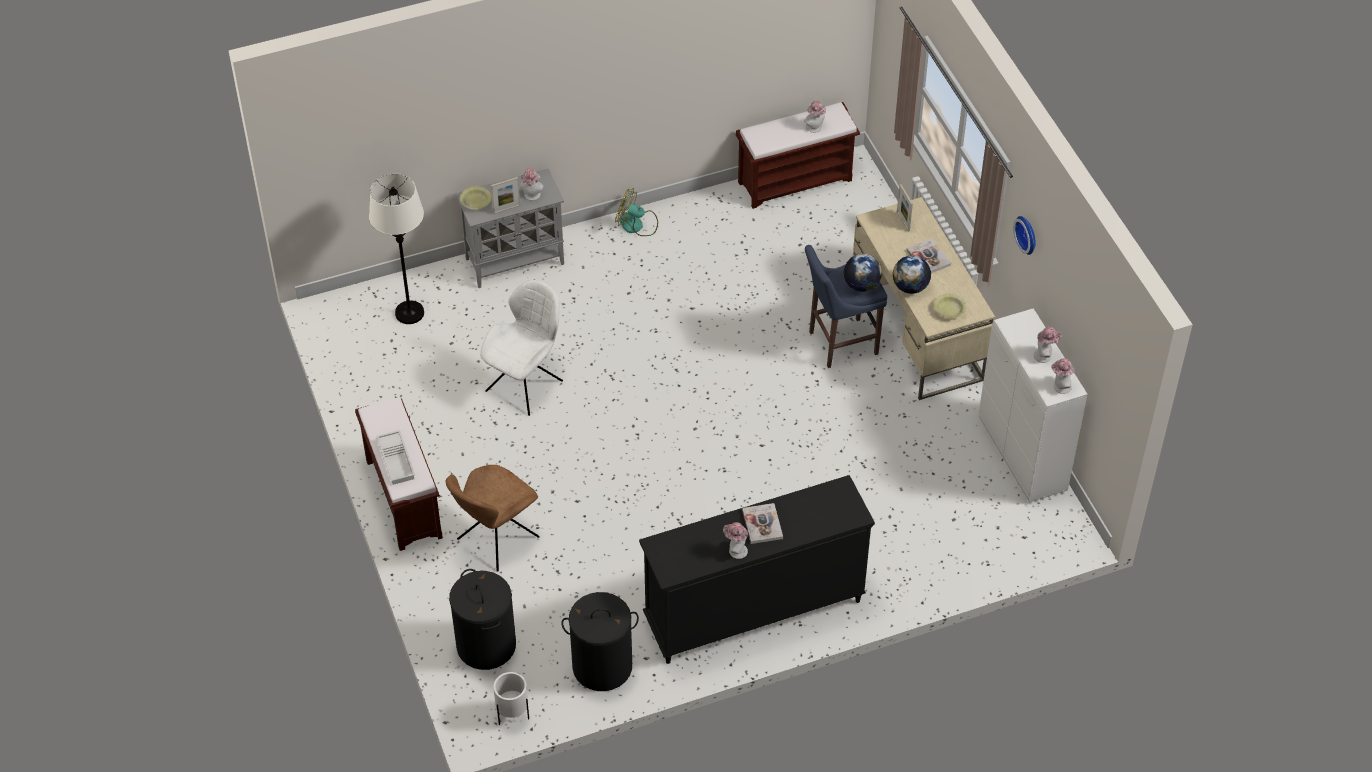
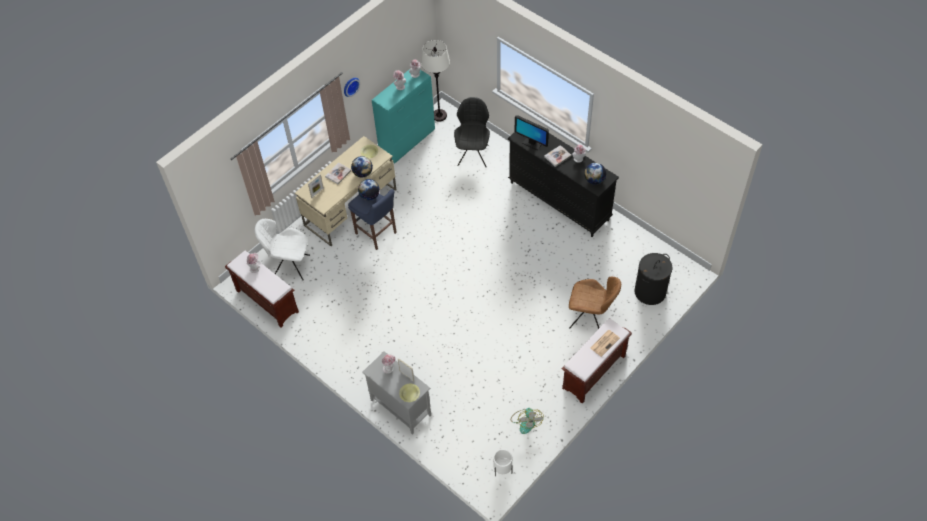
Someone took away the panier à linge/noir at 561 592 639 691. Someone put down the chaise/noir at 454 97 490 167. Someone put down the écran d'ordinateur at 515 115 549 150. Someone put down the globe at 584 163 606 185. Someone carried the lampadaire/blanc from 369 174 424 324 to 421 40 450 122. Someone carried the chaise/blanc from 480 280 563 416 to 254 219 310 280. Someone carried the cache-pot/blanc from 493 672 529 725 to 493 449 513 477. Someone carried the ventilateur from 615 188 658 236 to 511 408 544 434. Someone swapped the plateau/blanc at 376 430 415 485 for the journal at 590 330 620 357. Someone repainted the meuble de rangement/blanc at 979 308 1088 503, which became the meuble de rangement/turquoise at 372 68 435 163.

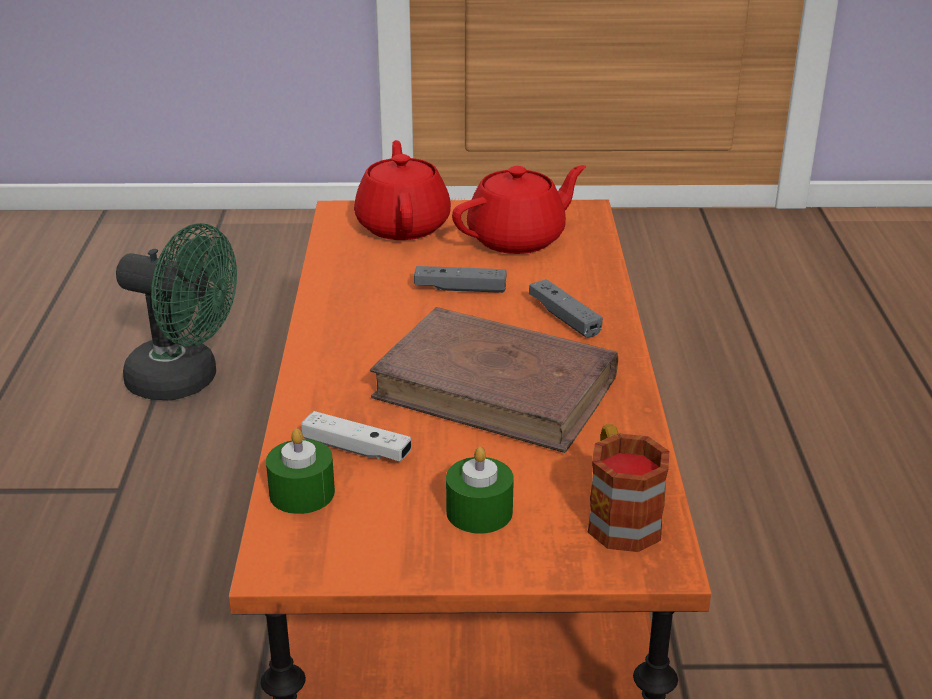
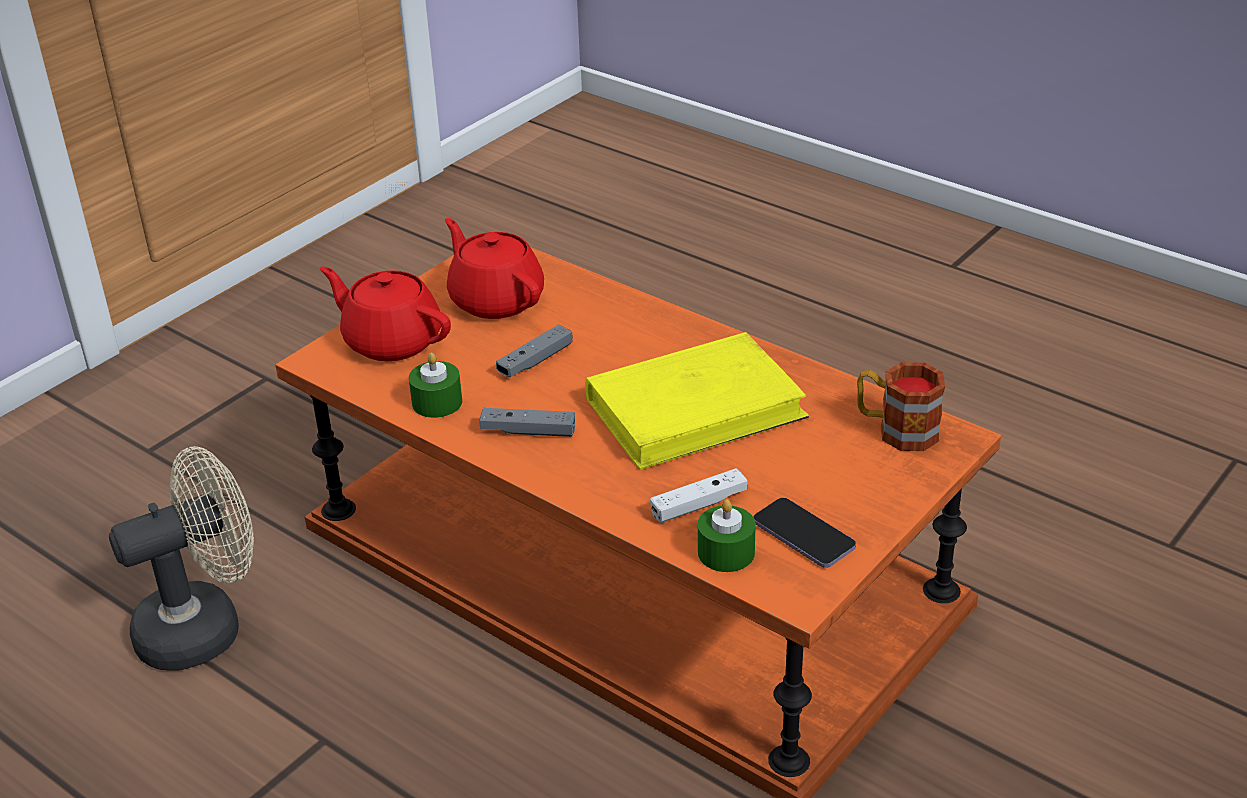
Someone put down the téléphone at 753 498 856 568. Someone carried the bougie/vert from 446 446 514 534 to 409 353 462 418. Someone carried the manette/gris from 529 279 603 338 to 479 408 575 437. Someone repainted the ventilateur/vert at 116 223 237 401, which became the ventilateur/beige at 109 446 254 670. Someone repainted the livre/marron at 370 307 618 453, which became the livre/jaune at 585 332 809 470. Someone rotated the théière/rouge at 452 165 586 254 by 45 degrees counterclockwise.

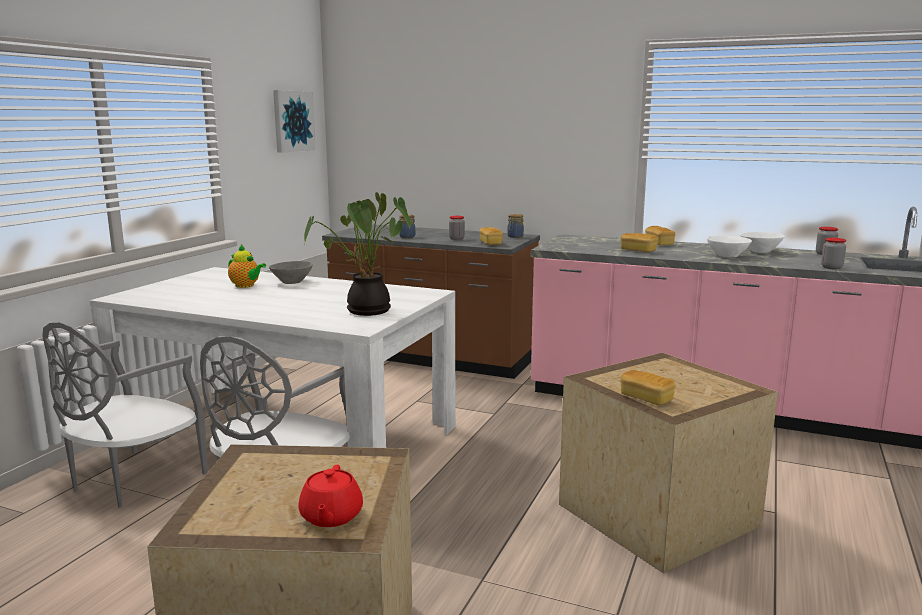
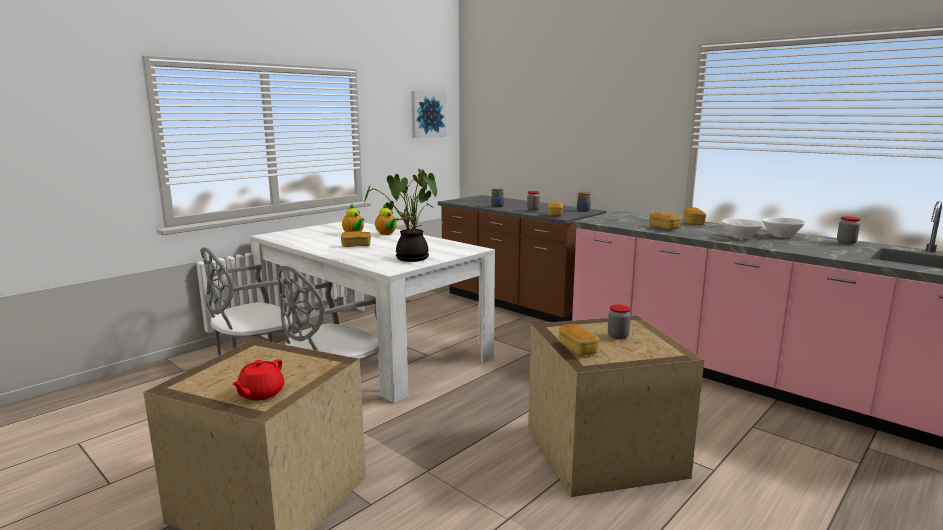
Someone put down the pain at 341 231 371 247. Someone carried the bocal from 821 238 846 269 to 608 305 631 339. Someone swapped the bol/gris at 269 261 313 284 for the théière at 375 204 397 235.

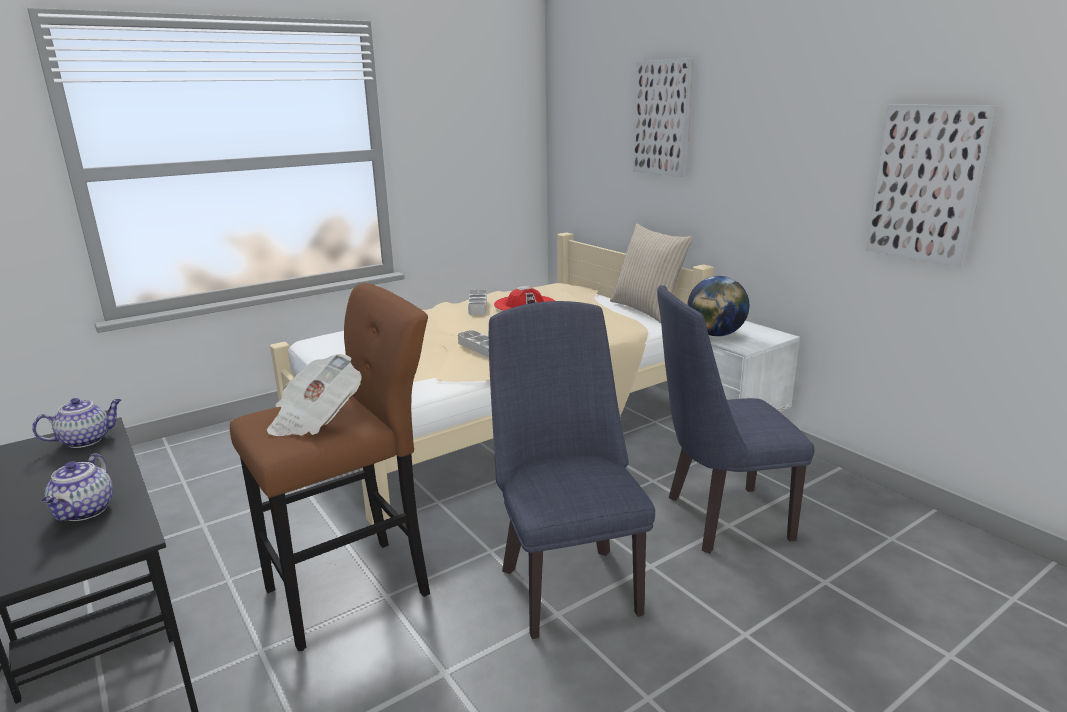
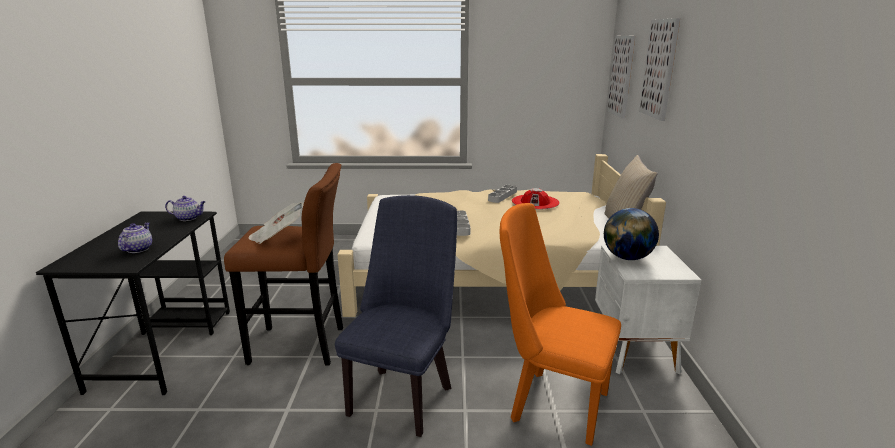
Someone carried the tableau from 866 105 997 267 to 607 36 635 119. Someone repainted the chaise/bleu at 657 285 815 554, which became the chaise/orange at 500 203 621 446. Someone rotated the théière at 42 454 113 521 by 150 degrees clockwise.

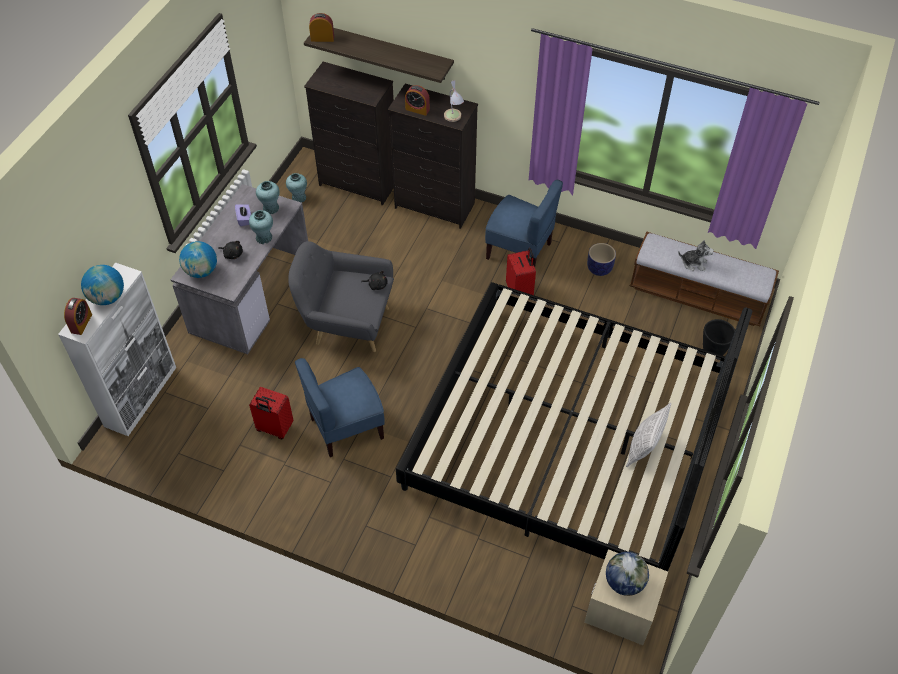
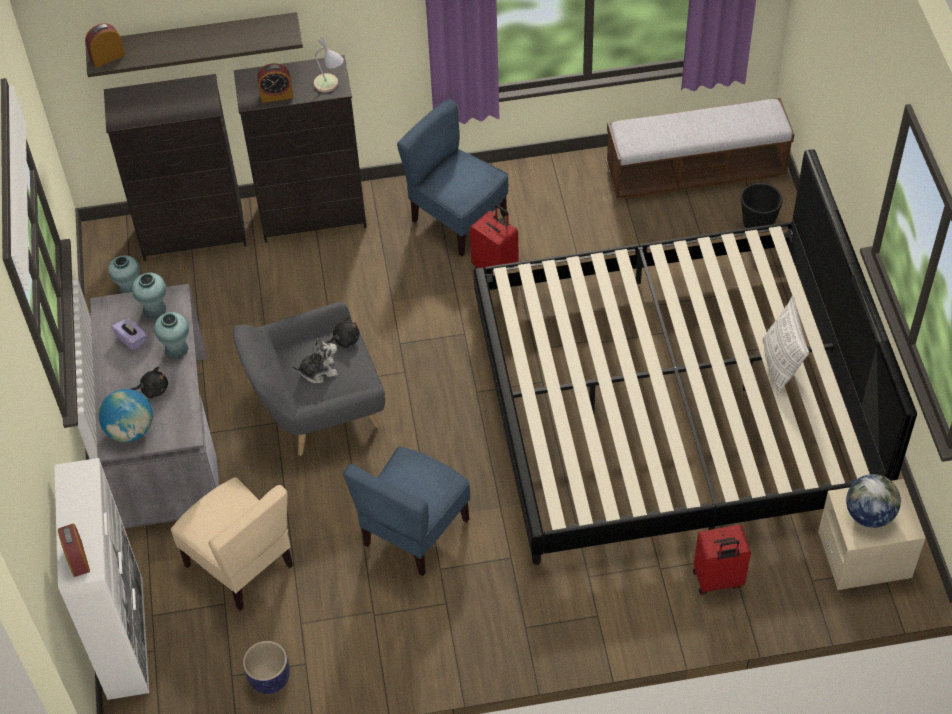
Someone took away the globe at 81 265 124 305. Someone put down the chaise/beige at 171 477 293 611. Someone carried the valise/rouge from 249 387 294 439 to 693 525 751 595. Someone carried the cache-pot from 587 243 616 276 to 243 641 290 694. Someone carried the peluche from 678 240 714 271 to 291 338 338 383. Someone rotated the chaise/bleu at 485 180 563 267 by 135 degrees counterclockwise.

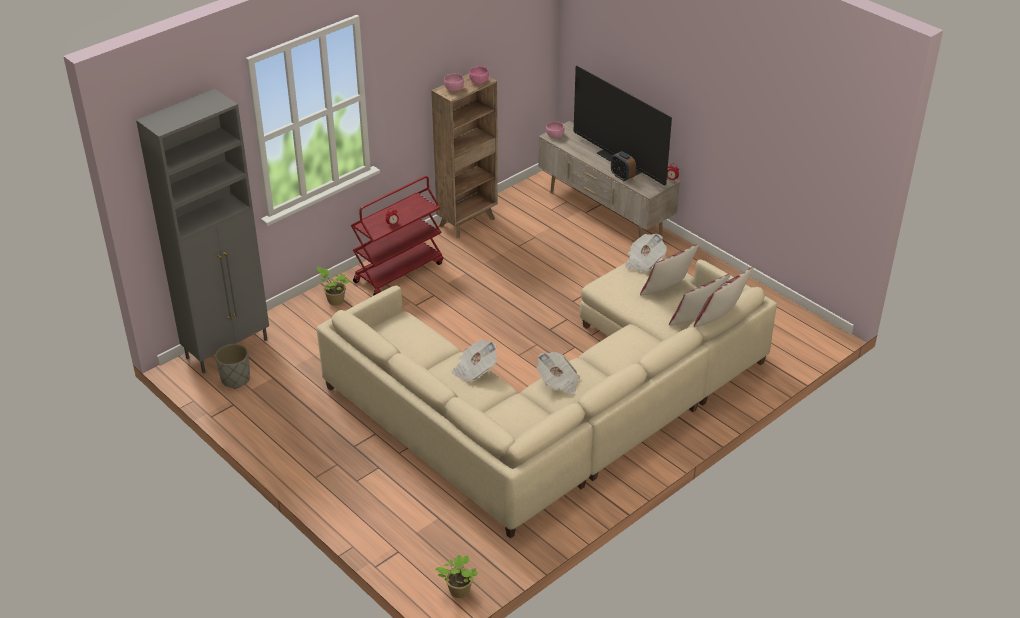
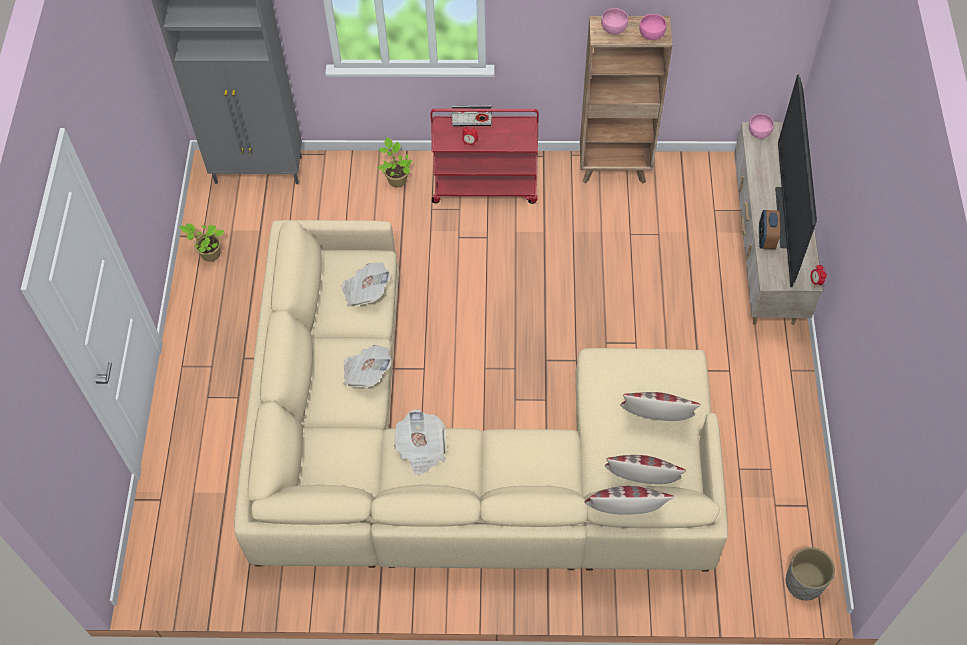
Someone put down the radio at 451 106 492 127. Someone carried the cache-pot/gris from 215 344 250 389 to 786 547 835 600. Someone carried the plante en pot from 435 555 478 598 to 179 223 224 262. Someone carried the journal from 625 234 667 272 to 341 262 391 307.

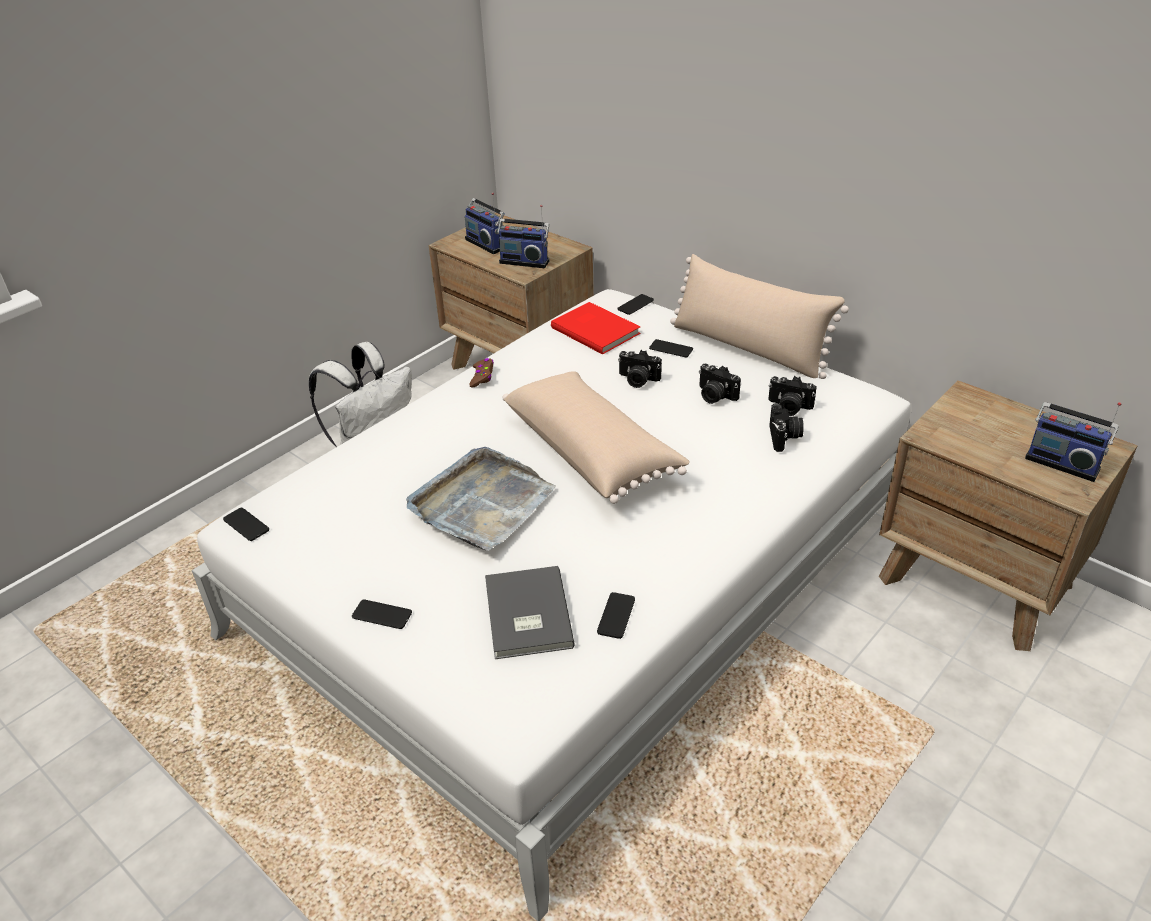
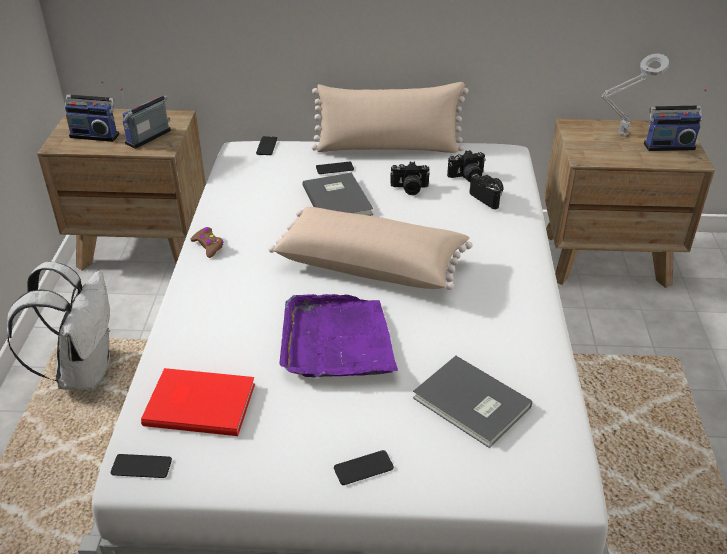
Someone took away the téléphone at 597 592 635 639. Someone put down the lampe de table/gris at 601 54 669 136. Someone carried the livre/rouge from 551 302 640 354 to 141 368 255 436. Someone swapped the appareil photo at 618 350 662 388 for the livre/gris at 302 173 373 216. Someone repainted the plateau/gris at 406 447 556 551, which became the plateau/violet at 279 294 398 378. Someone rotated the radio at 497 205 549 268 by 150 degrees clockwise.

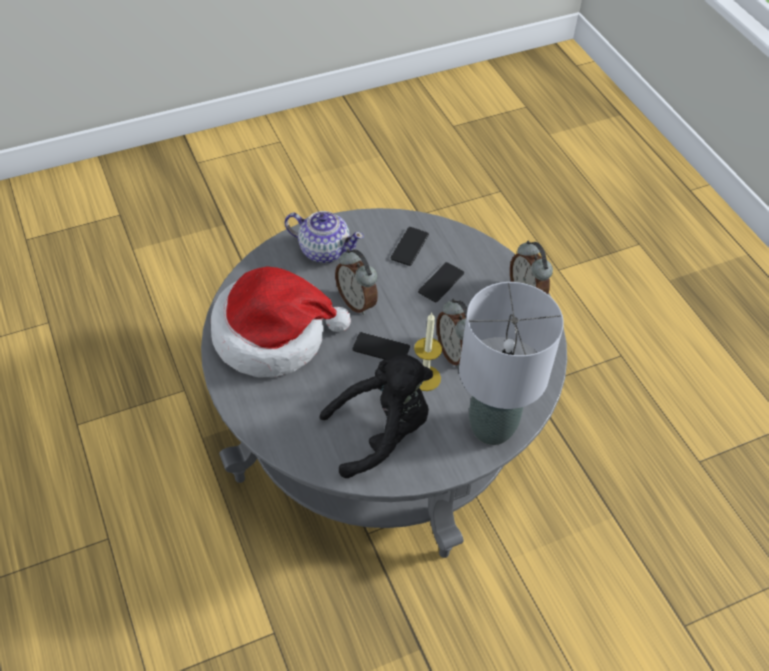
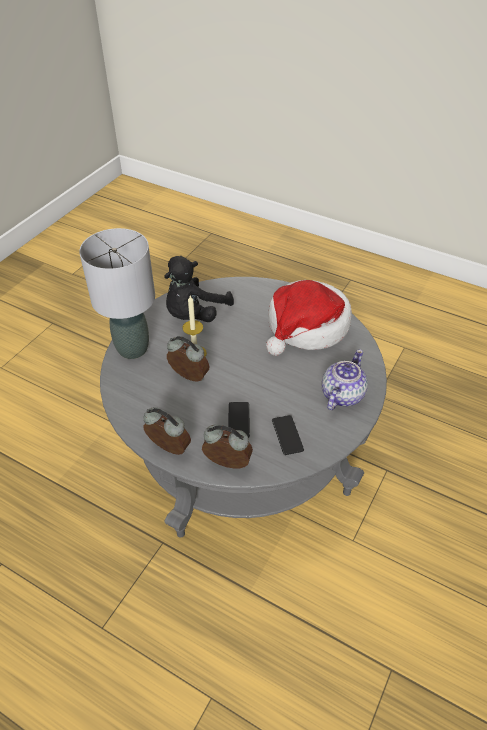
Someone took away the téléphone at 352 332 410 359. Someone carried the réveil from 335 249 378 315 to 202 425 253 468. Someone rotated the théière at 284 211 364 263 by 135 degrees clockwise.

